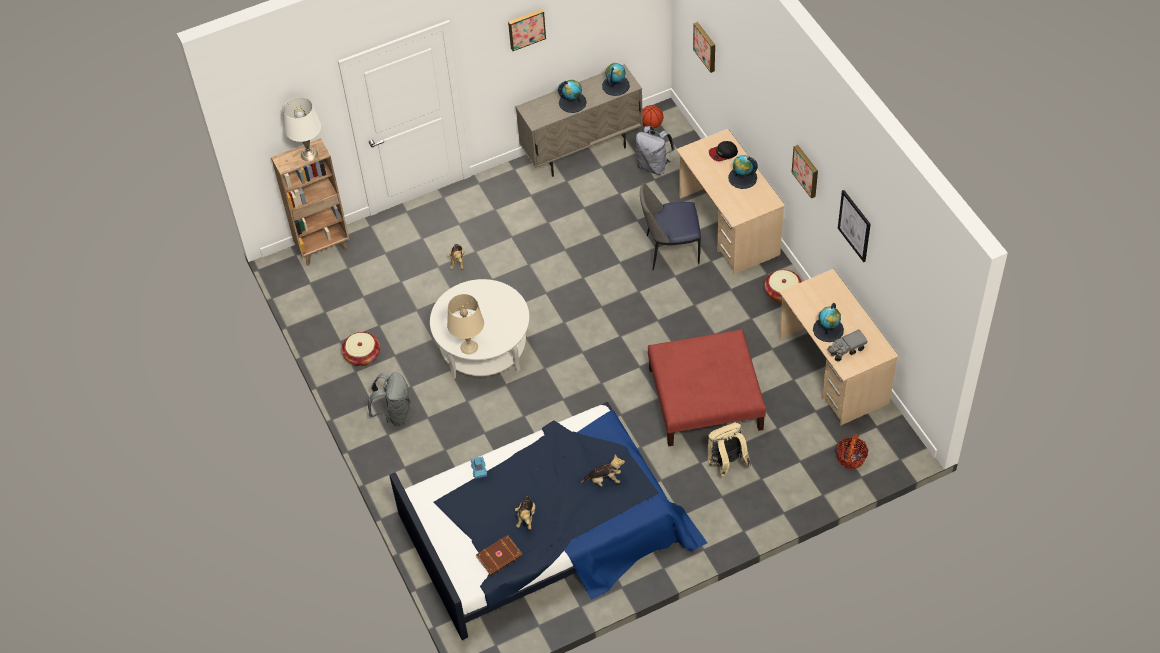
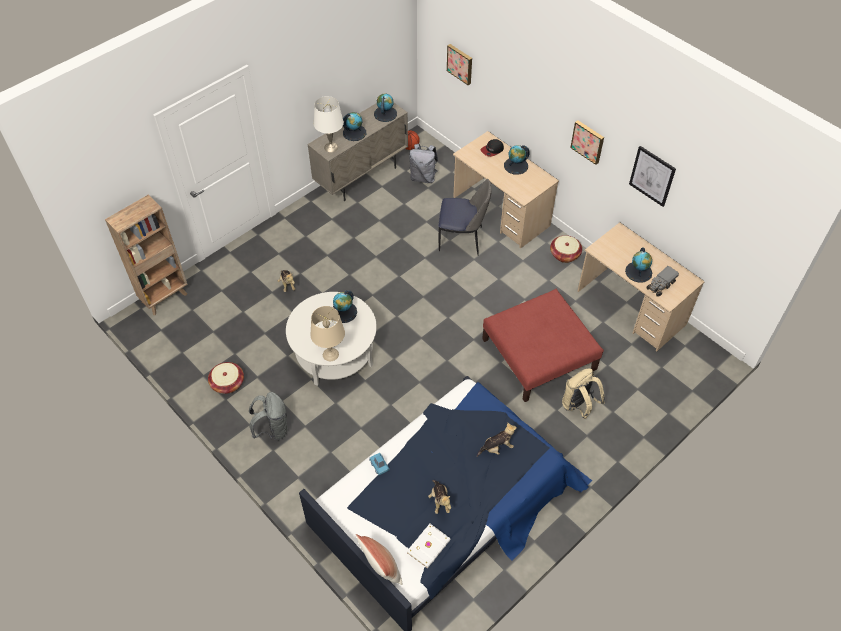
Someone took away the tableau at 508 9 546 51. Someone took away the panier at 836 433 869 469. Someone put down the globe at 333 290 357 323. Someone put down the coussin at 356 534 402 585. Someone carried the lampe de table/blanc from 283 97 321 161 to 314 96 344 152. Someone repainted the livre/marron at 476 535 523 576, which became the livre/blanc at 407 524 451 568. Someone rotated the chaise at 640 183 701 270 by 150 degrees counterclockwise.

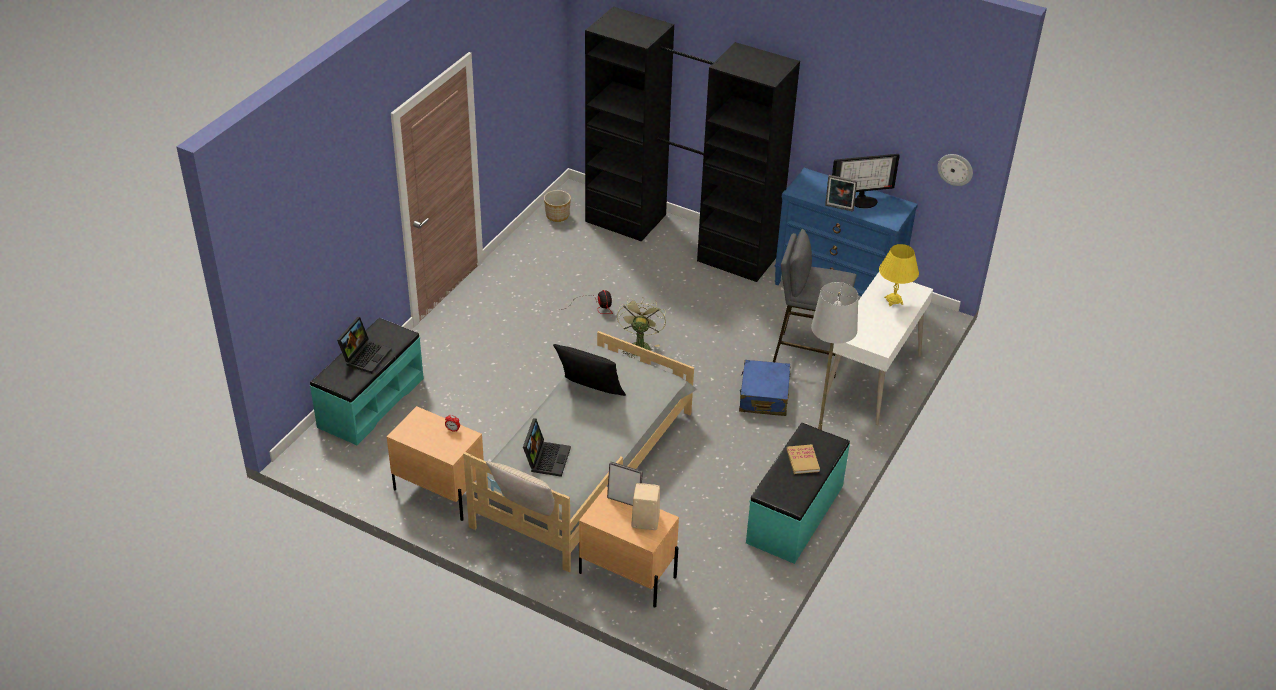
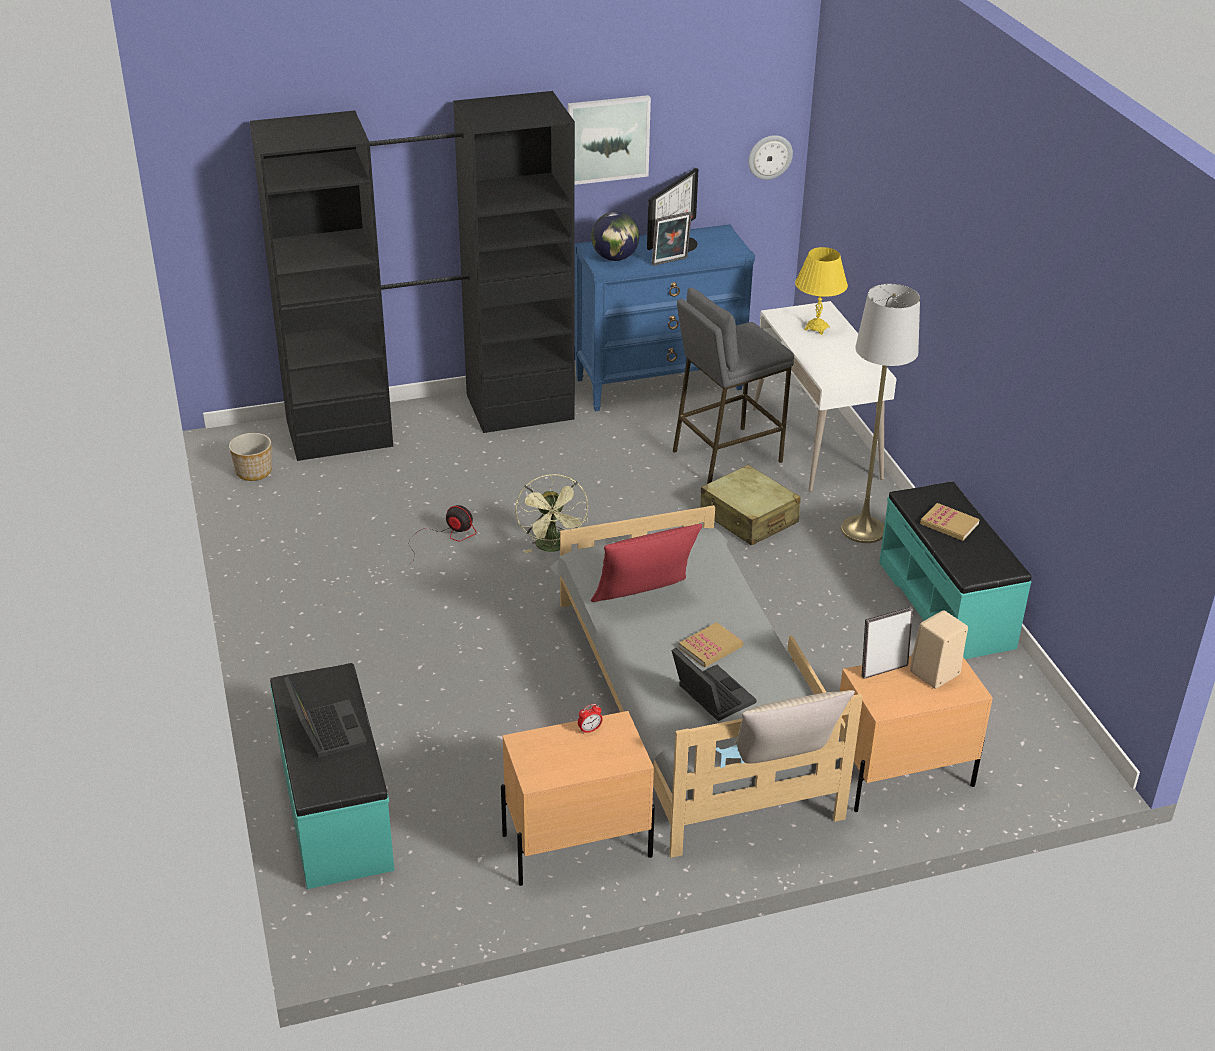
Someone put up the tableau at 568 95 651 185. Someone put down the globe at 591 212 640 261. Someone put down the livre at 679 622 743 668. Someone repainted the coussin/noir at 553 344 626 396, which became the coussin/rouge at 591 524 703 602. Someone repainted the valise/bleu at 739 360 791 416, which became the valise/beige at 700 465 801 546. Someone rotated the ventilateur/vert at 617 297 666 359 by 150 degrees counterclockwise.

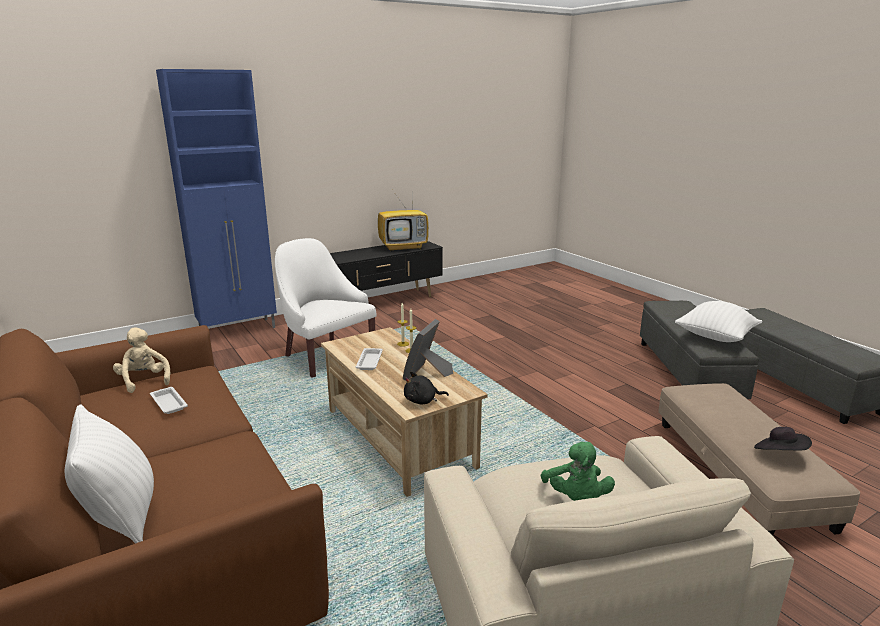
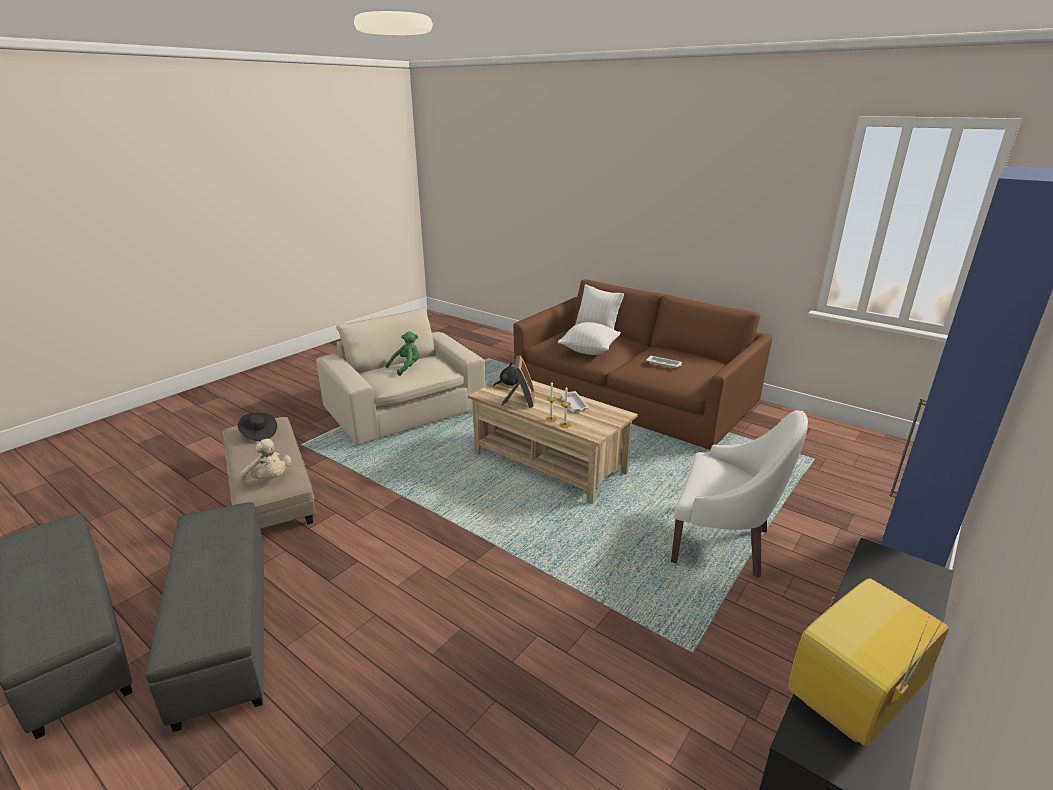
Someone carried the peluche/beige from 113 327 170 393 to 240 439 291 480. Someone carried the coussin/blanc from 675 301 762 342 to 558 322 621 355. Someone rotated the peluche/vert at 541 442 615 501 by 75 degrees clockwise.

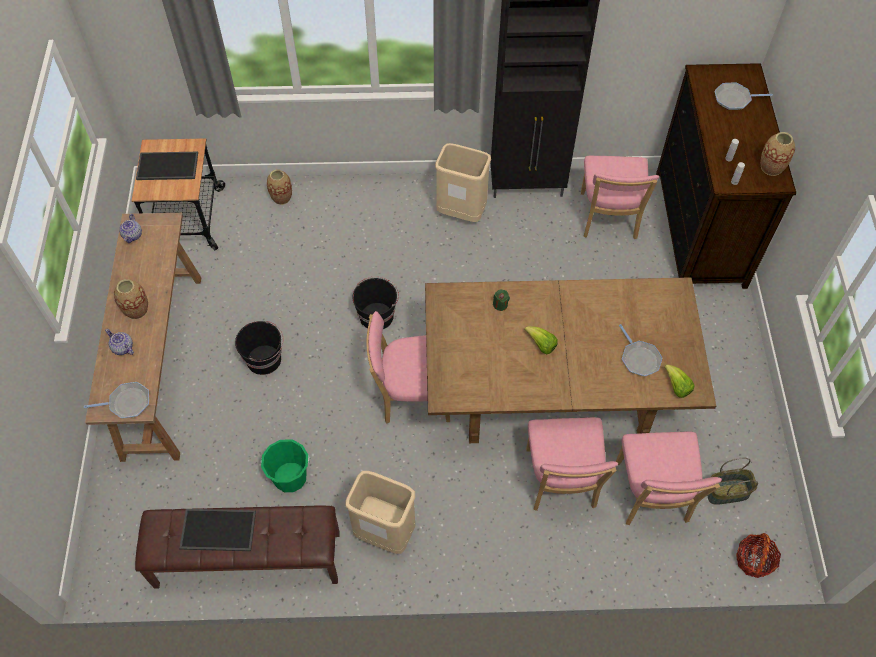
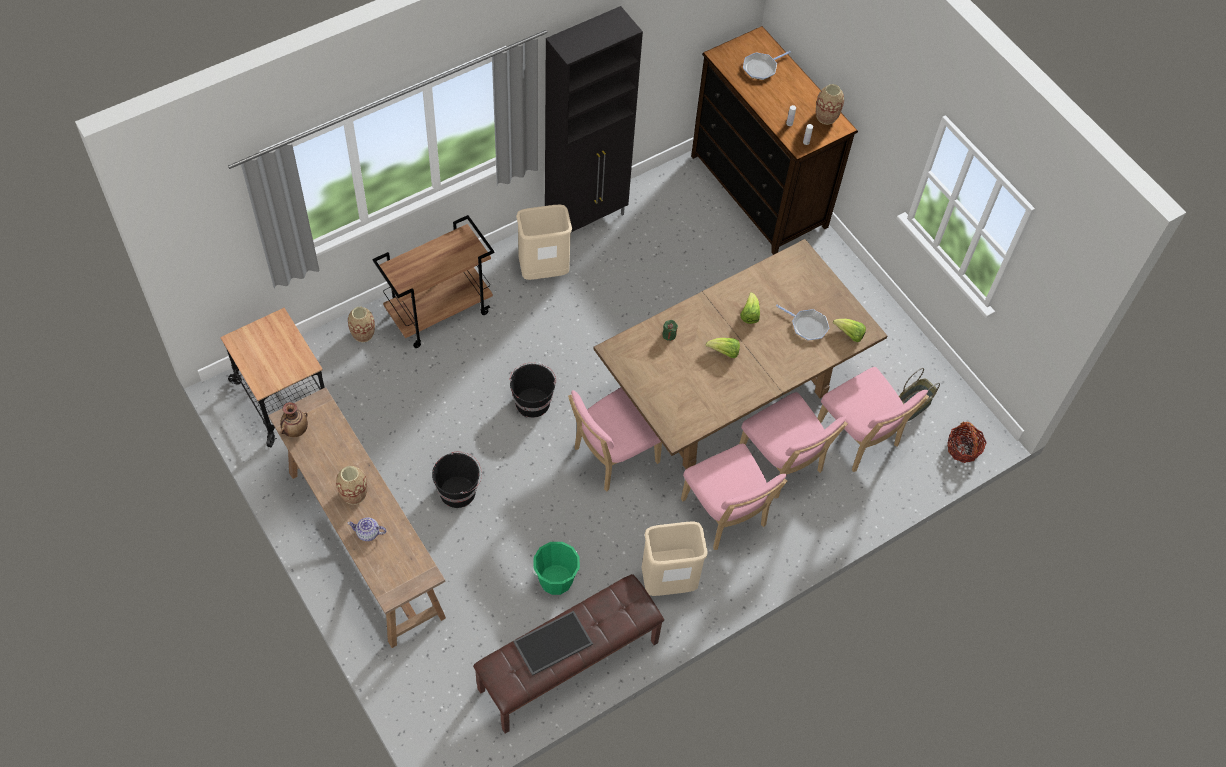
Someone took away the poêle at 84 382 149 419. Someone took away the plateau at 136 152 198 180. Someone put down the chariot/marron at 372 215 494 348. Someone put down the laitue at 740 292 760 324. Someone carried the chaise/rose from 581 156 659 239 to 681 443 787 550. Someone swapped the théière at 119 214 142 243 for the vase at 280 402 308 437.

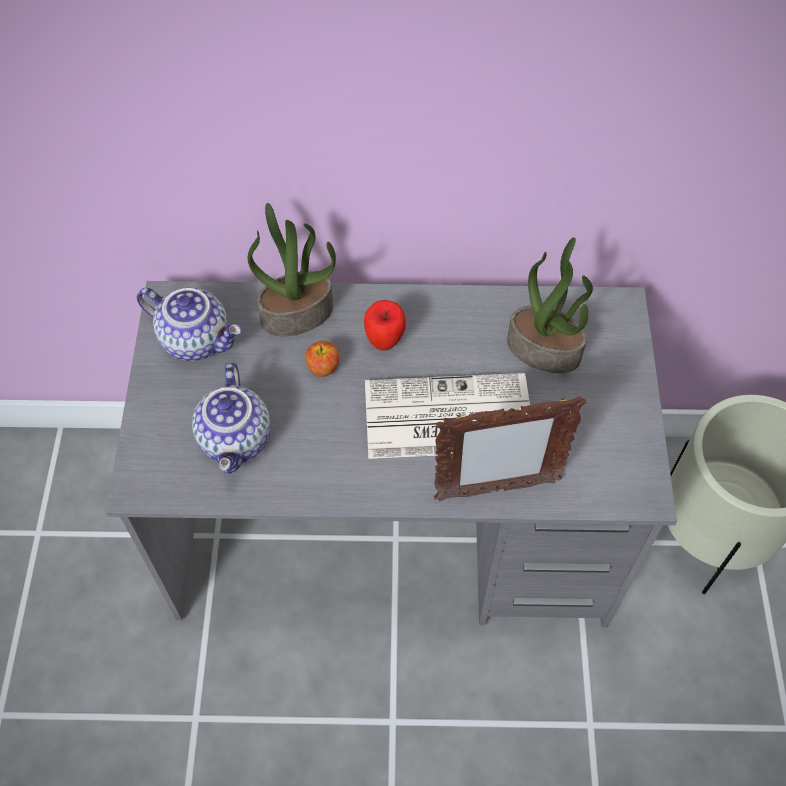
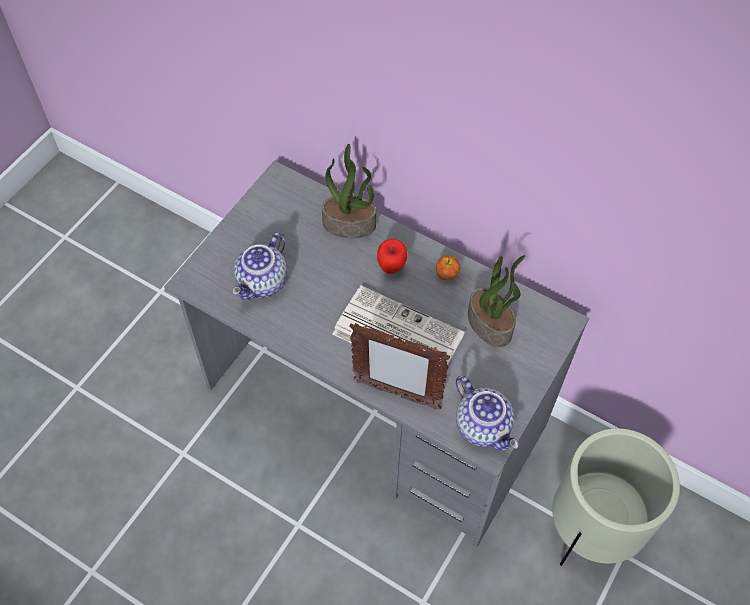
Someone carried the théière from 137 287 241 361 to 456 376 519 451. Someone carried the pomme from 305 341 340 377 to 436 255 460 280.

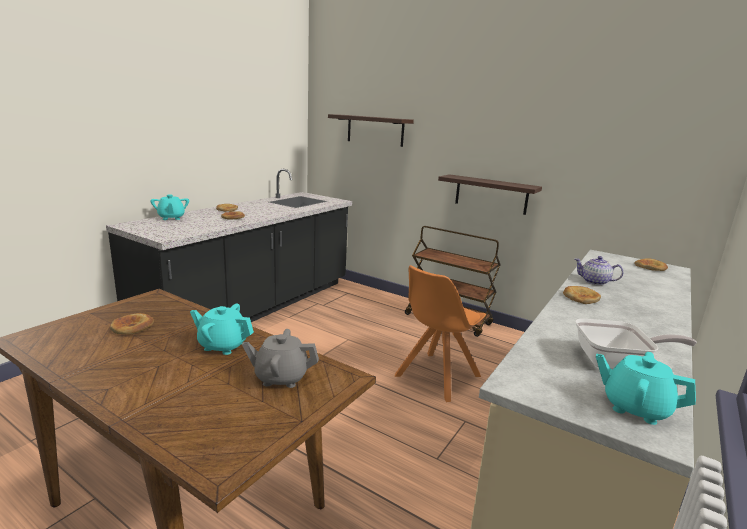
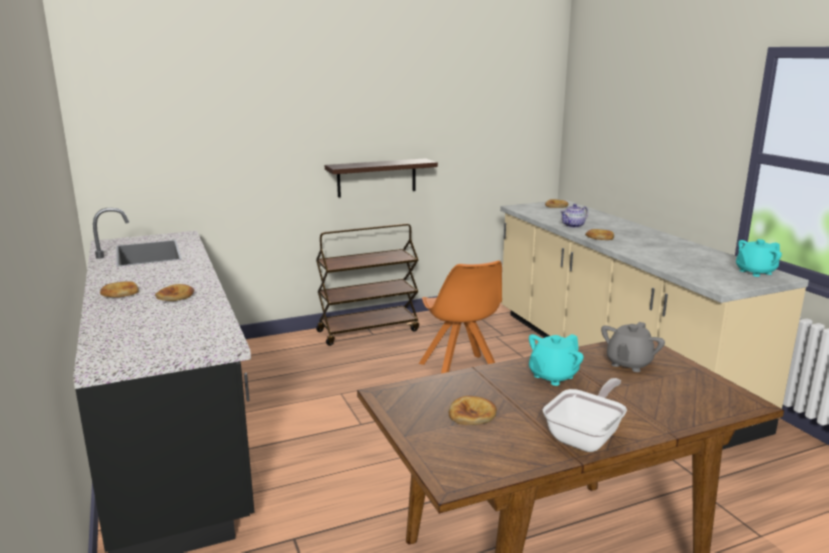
Someone took away the théière/turquoise at 150 194 189 220. Someone took away the étagère at 328 114 414 147. Someone carried the poêle from 575 318 697 369 to 543 378 627 452.

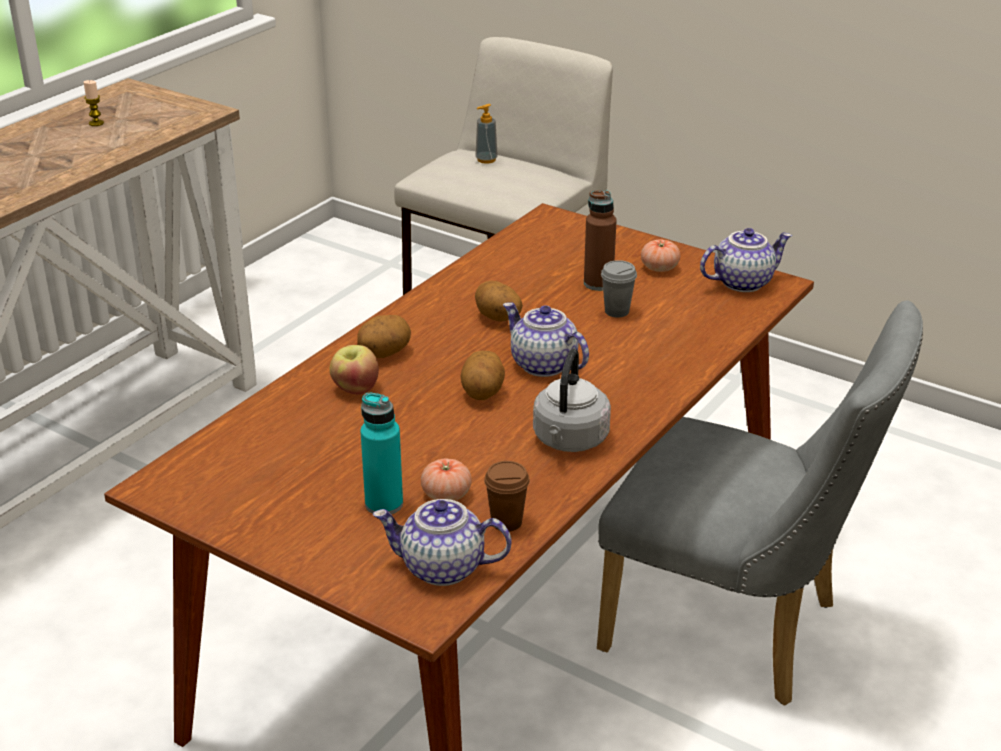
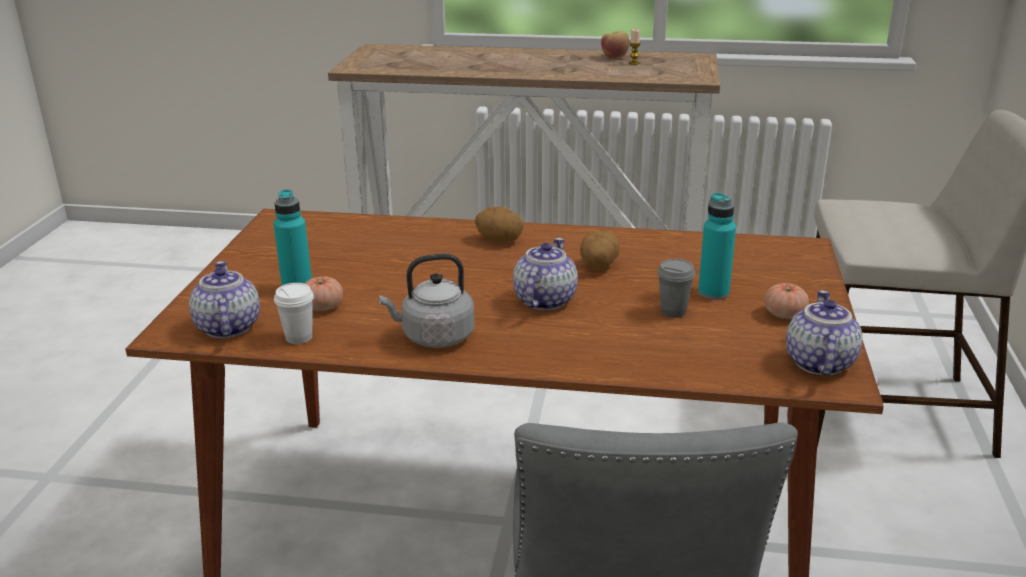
Someone took away the pomme de terre at 461 351 505 400. Someone took away the distributeur de savon at 475 104 498 164. Someone carried the pomme from 330 345 379 394 to 601 31 630 59. Someone repainted the tasse/marron at 484 461 530 532, which became the tasse/blanc at 274 283 314 344. Someone repainted the bouteille/marron at 584 190 617 291, which became the bouteille/turquoise at 698 193 736 300. Someone rotated the théière at 700 228 792 292 by 120 degrees counterclockwise.

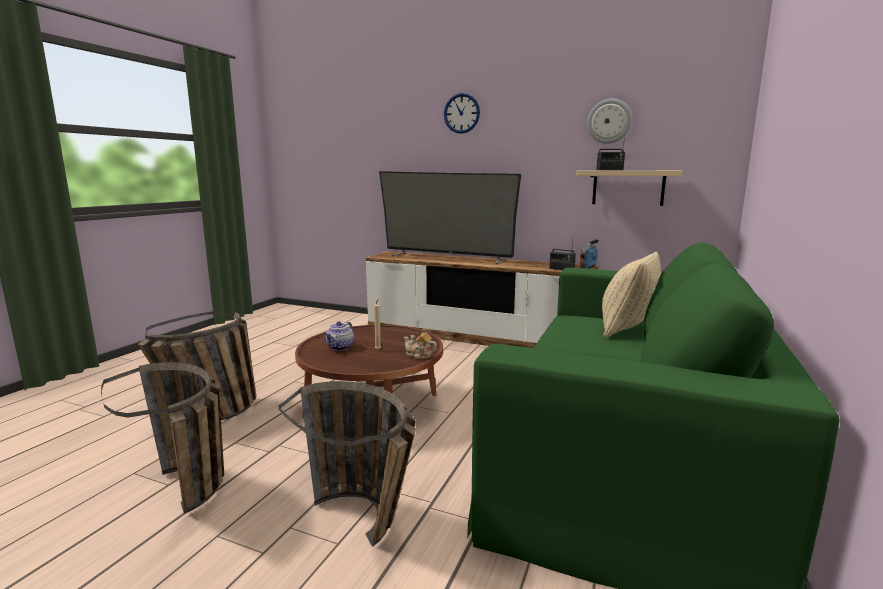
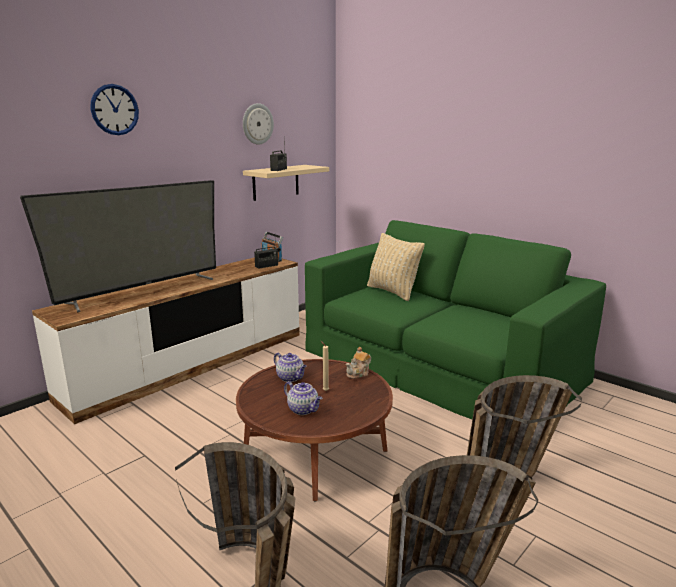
Someone put down the théière at 274 353 307 382.

